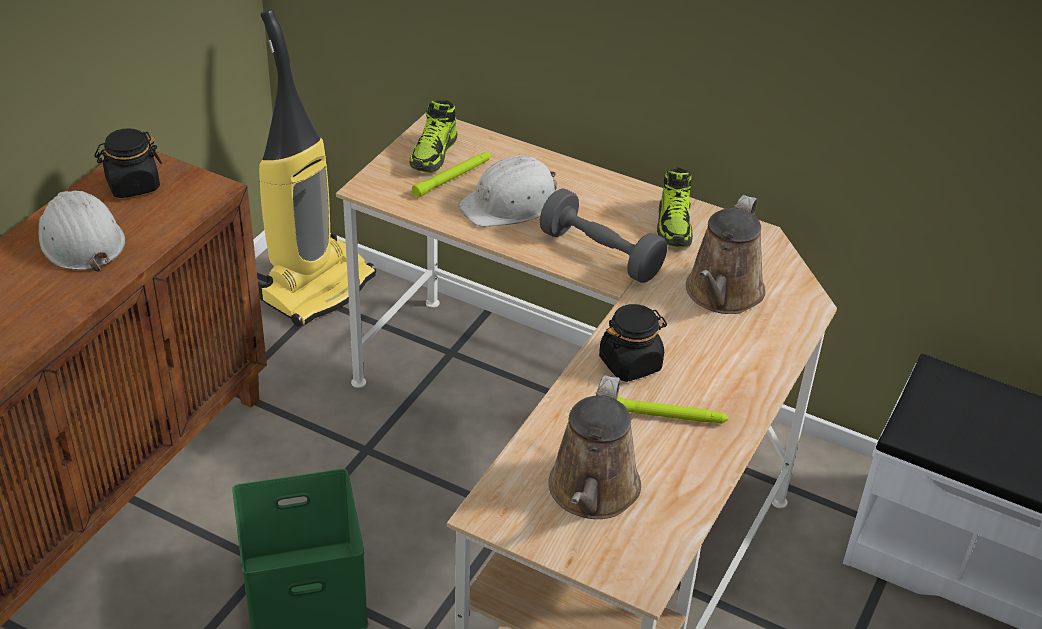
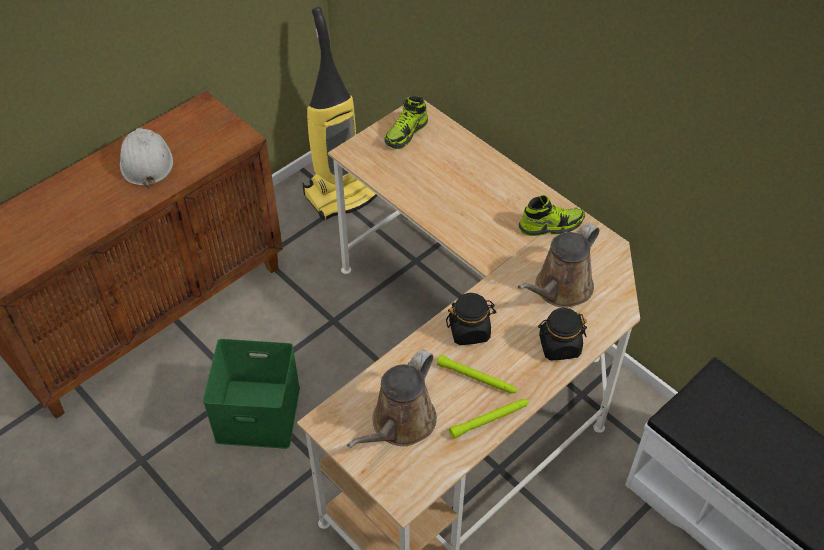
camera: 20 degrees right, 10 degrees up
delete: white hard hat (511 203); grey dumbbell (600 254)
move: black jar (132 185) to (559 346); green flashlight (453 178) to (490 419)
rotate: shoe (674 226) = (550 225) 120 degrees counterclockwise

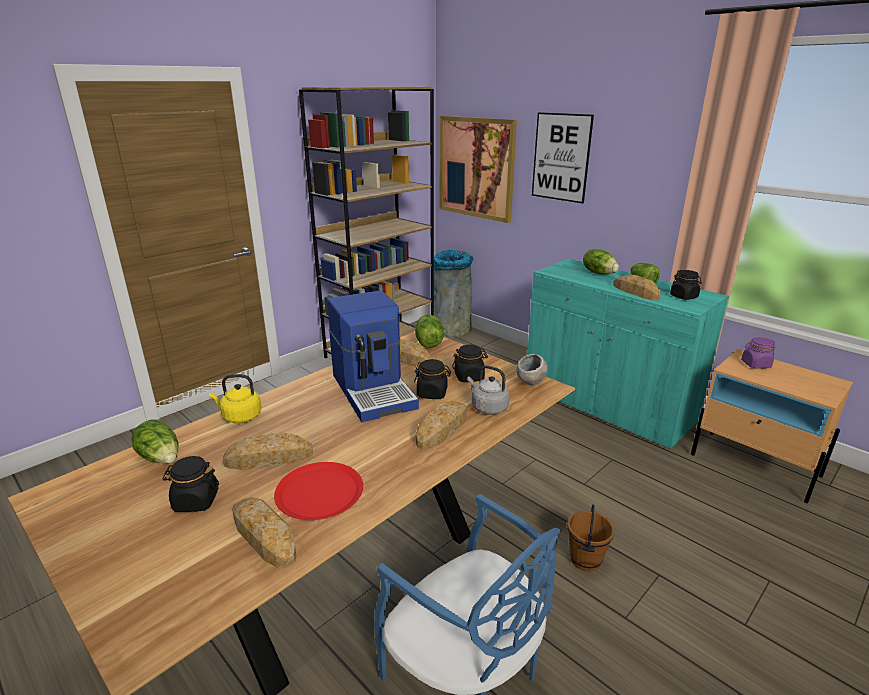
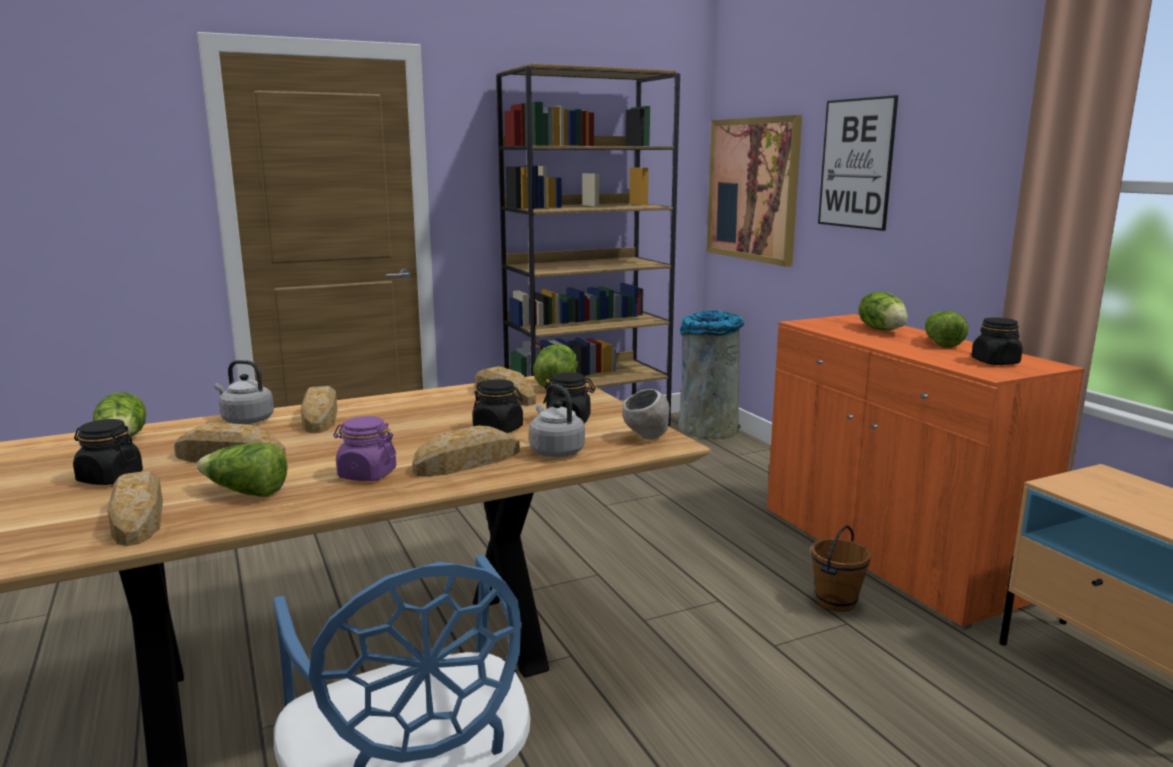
camera: 20 degrees right, 10 degrees down
delete: coffee machine (374 390)
move: bread (635 292) to (320 417); purple jar (755 364) to (367 474); brown bucket (586 560) to (837 602)
replace: red plate (319 492) to lettuce (245 492)
recolor: turquoise cabinet (606 405) to orange cabinet (889 553); yellow kettle (240 417) to grey kettle (245 420)

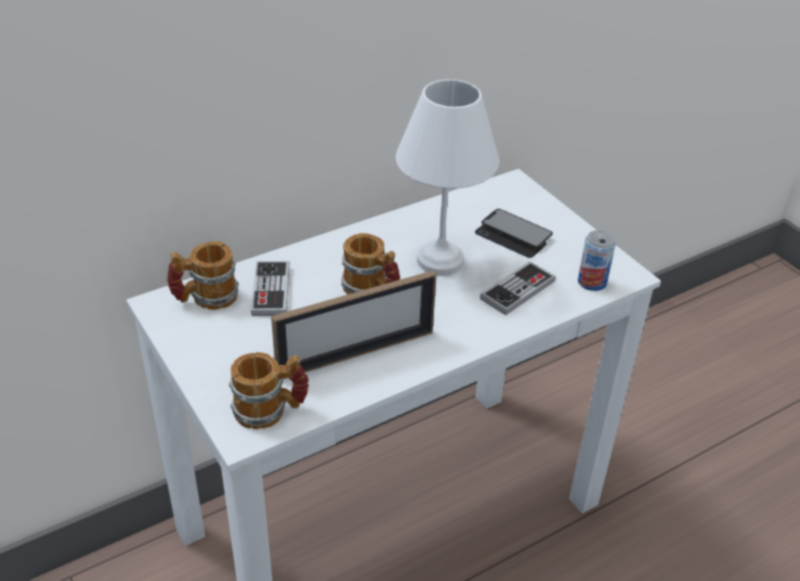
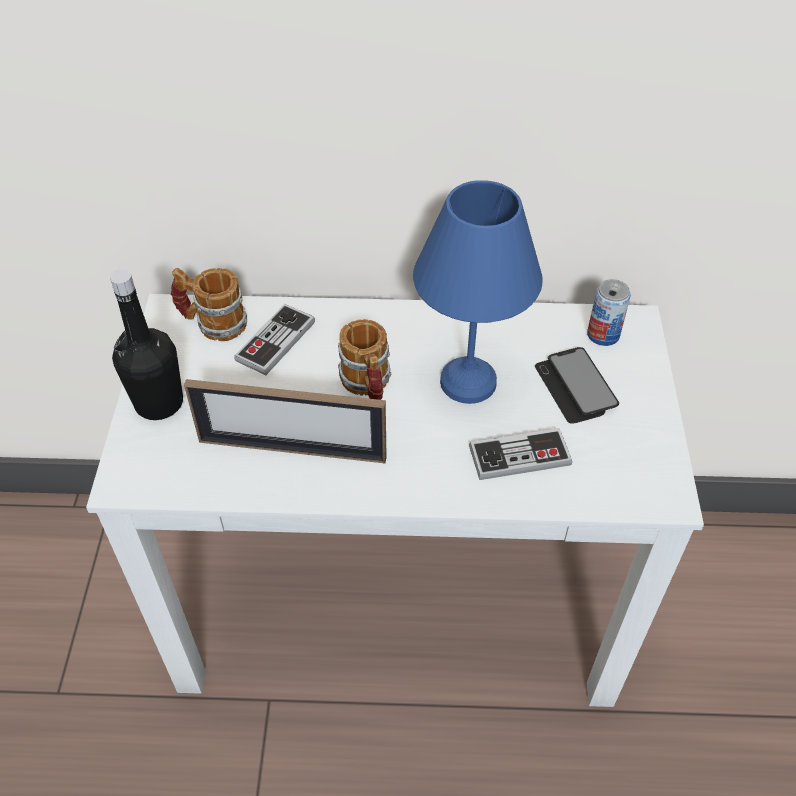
camera: 35 degrees right, 10 degrees up
delete: mug (270 410)
insert: black bottle (159 403)
move: can (592 282) to (603 335)
recolor: white table lamp (440 259) to blue table lamp (470 380)

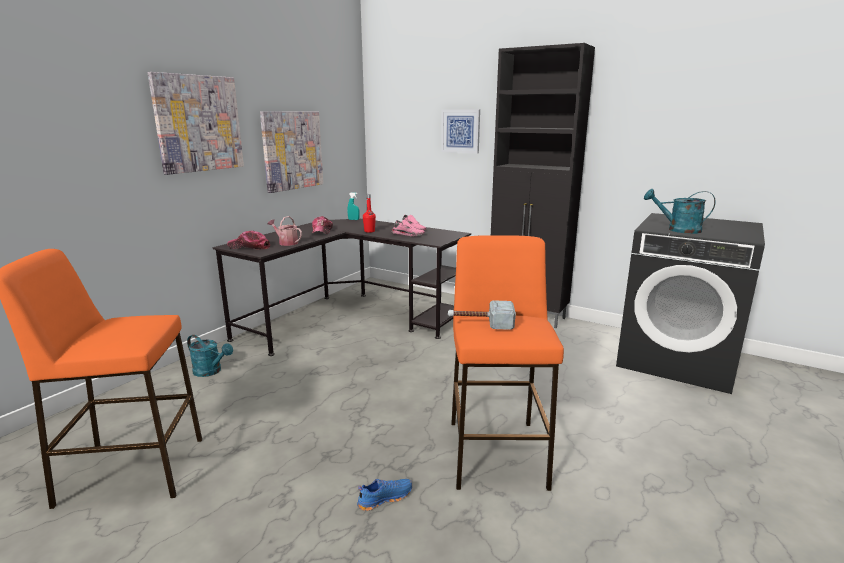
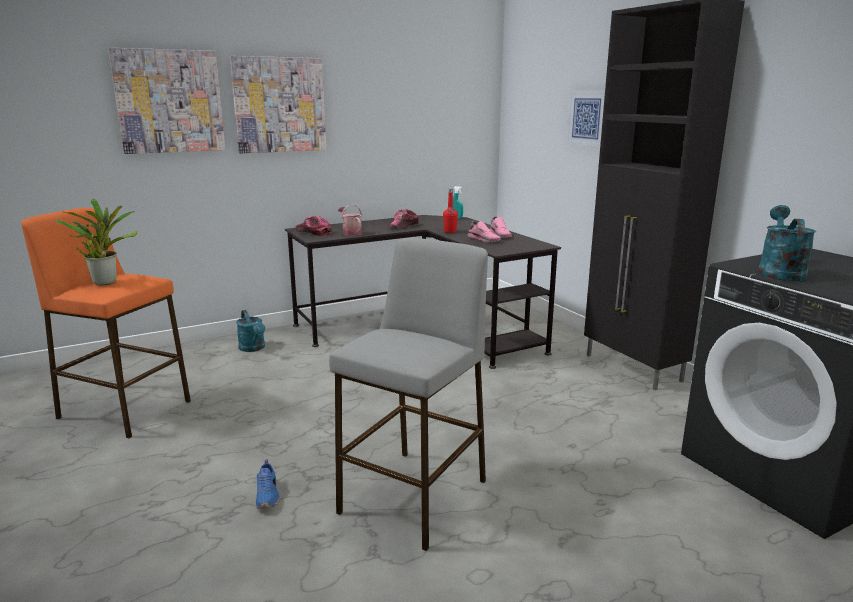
camera: 30 degrees right, 0 degrees up
delete: hammer (481 323)
insert: potted plant (106 282)
move: picture (292 150) to (169 101)
recolor: orange stool (496 453) to grey stool (414 496)
rotate: turquoise watering can (678 230) = (779 272) 60 degrees clockwise; blue shoe (384 498) = (268 496) 75 degrees clockwise

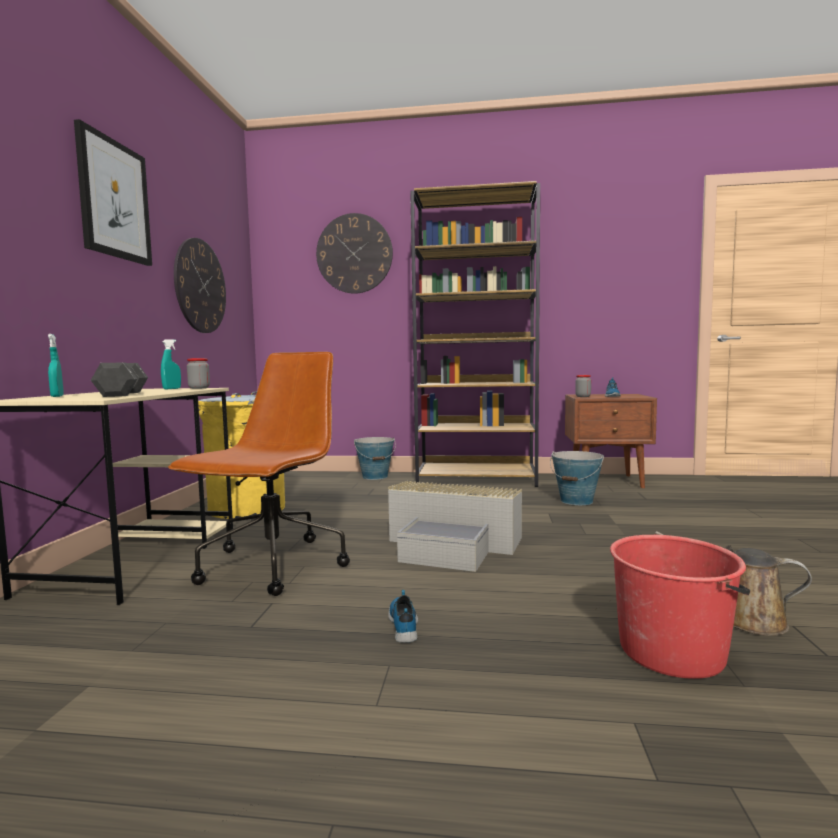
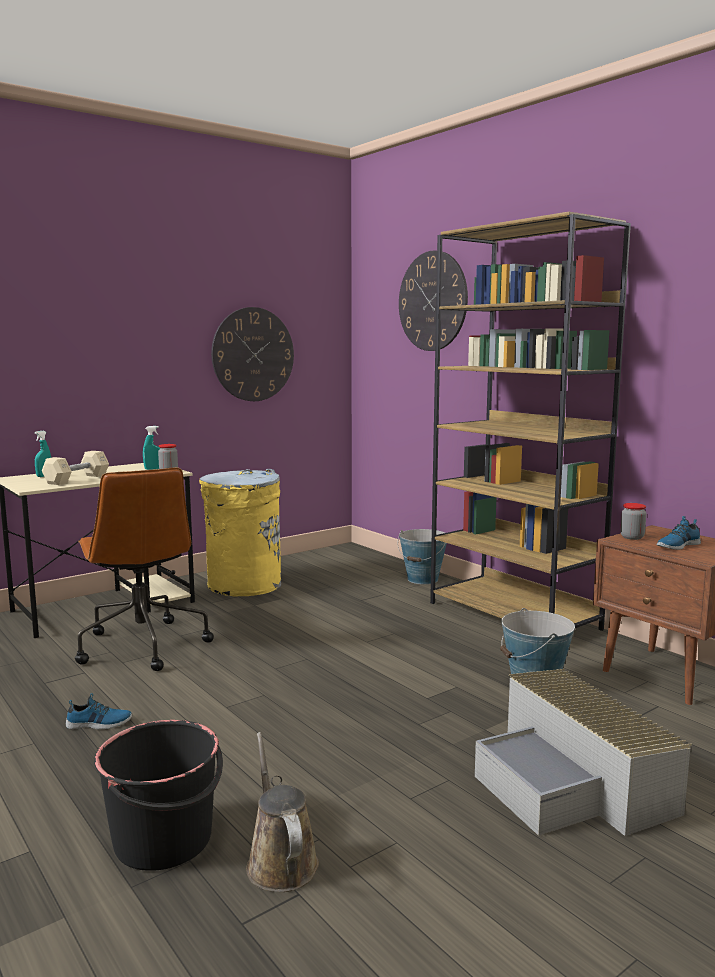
camera: 45 degrees right, 5 degrees up
delete: picture (114 199)
move: grey storage box (454 544) to (573 782)
recolor: black dumbbell (122 394) to beige dumbbell (77 479); red bucket (672 651) to black bucket (164 840)
rotate: brown office chair (272 567) = (142 645) 90 degrees clockwise; shoe (404 624) = (99 724) 45 degrees clockwise

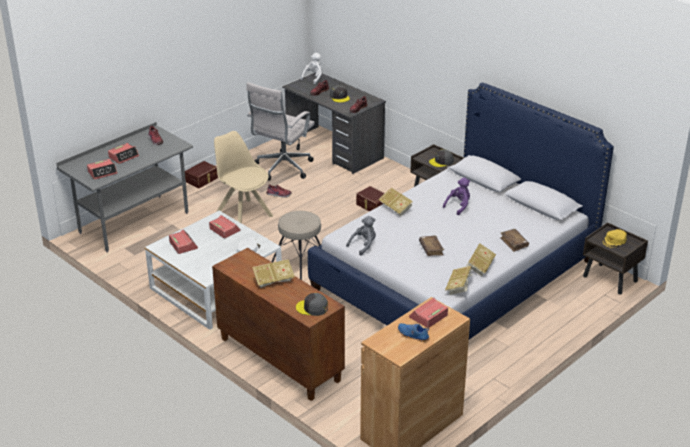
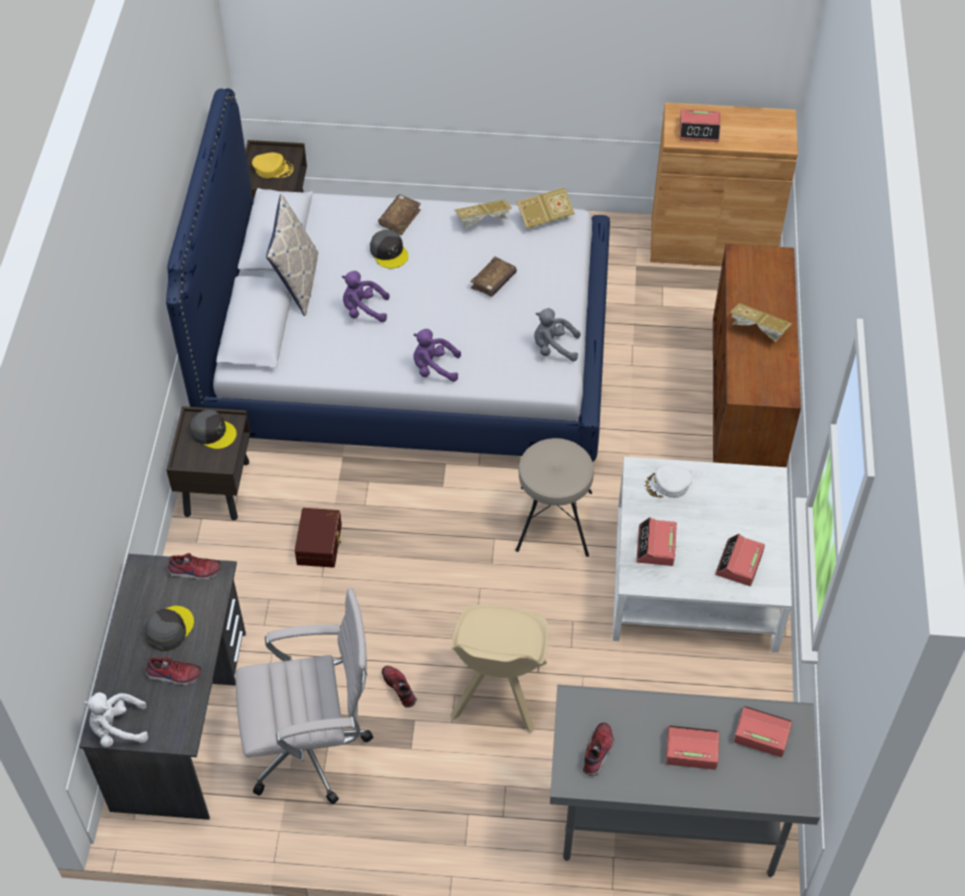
camera: 130 degrees left, 20 degrees up
delete: brown storage box (202 180); blue shoe (413 336)
insert: pillow (297 283)
move: grey cap (312 308) to (389 252)
replace: book (396 208) to purple plush toy (434 368)

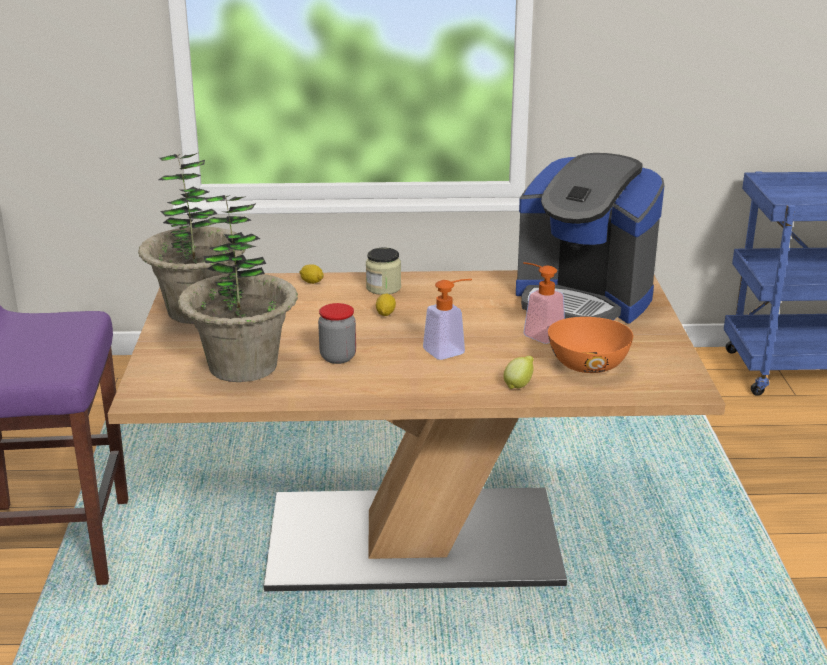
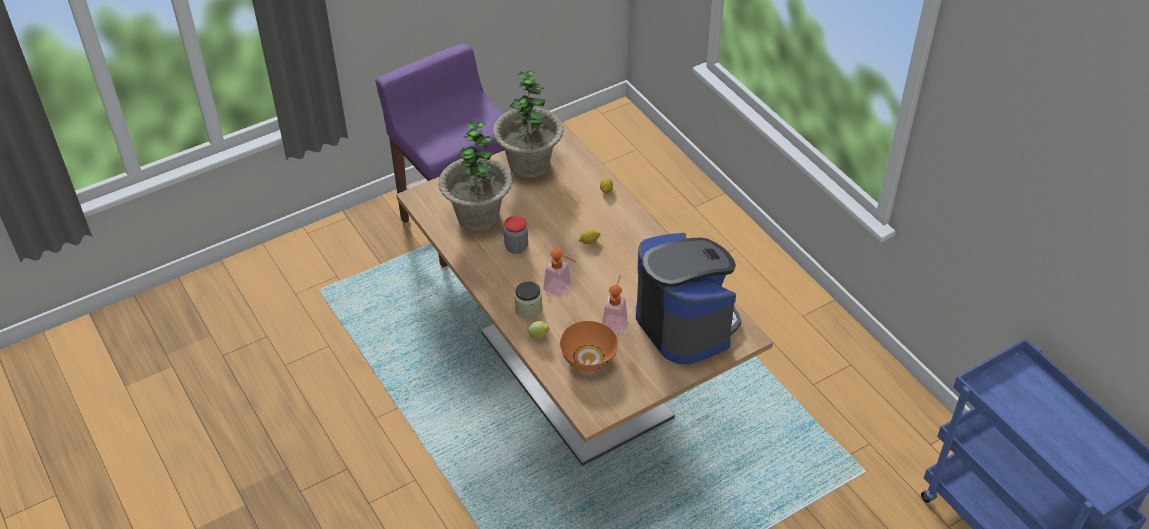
camera: 60 degrees right, 20 degrees up
move: jar (383 288) to (528 309)
rotate: coffee machine (583 300) = (685 324) 150 degrees clockwise

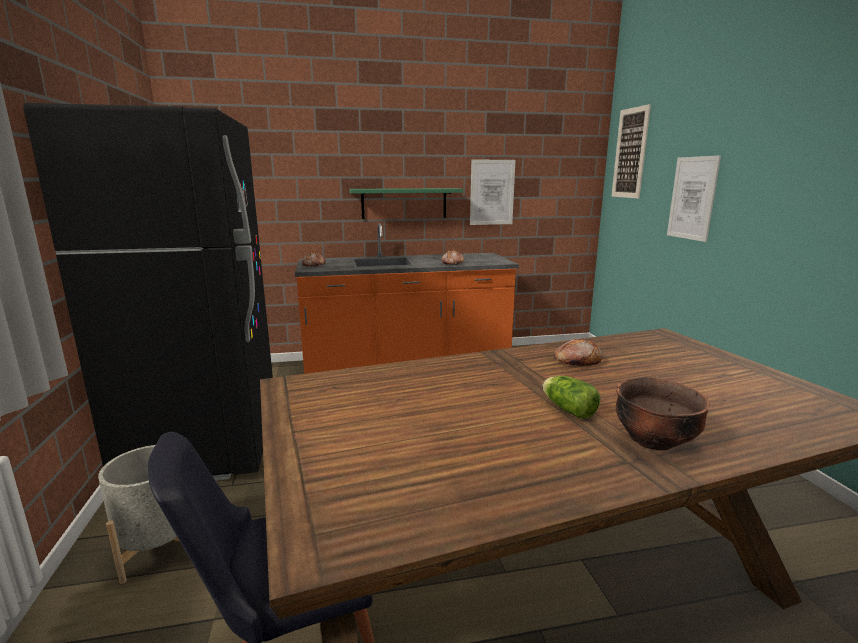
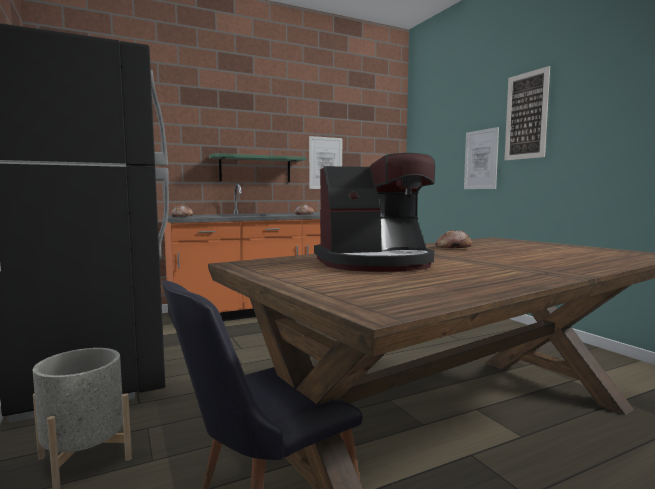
camera: 15 degrees left, 10 degrees down
delete: lettuce (567 409); brown bowl (653 439)
insert: coffee machine (375 263)
move: picture (630 153) to (526 116)

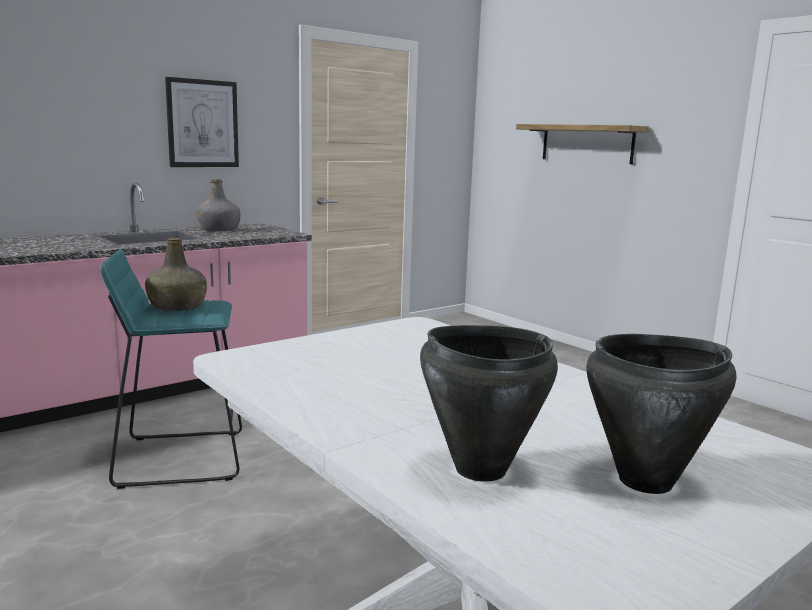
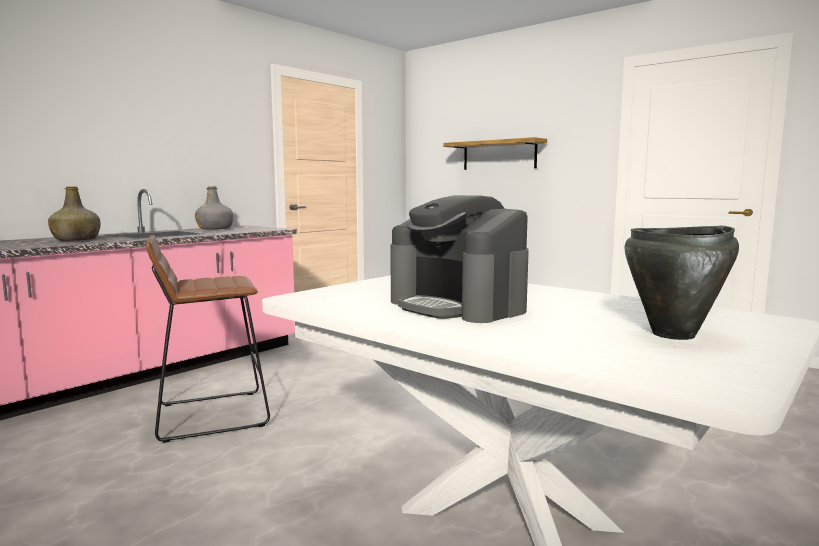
camera: 10 degrees left, 5 degrees down
delete: picture (202 123); black cooking pot (479 469)
insert: coffee machine (458 306)
move: green bottle (178 307) to (77 240)
recolor: turquoise stool (180 458) to brown stool (211 415)

